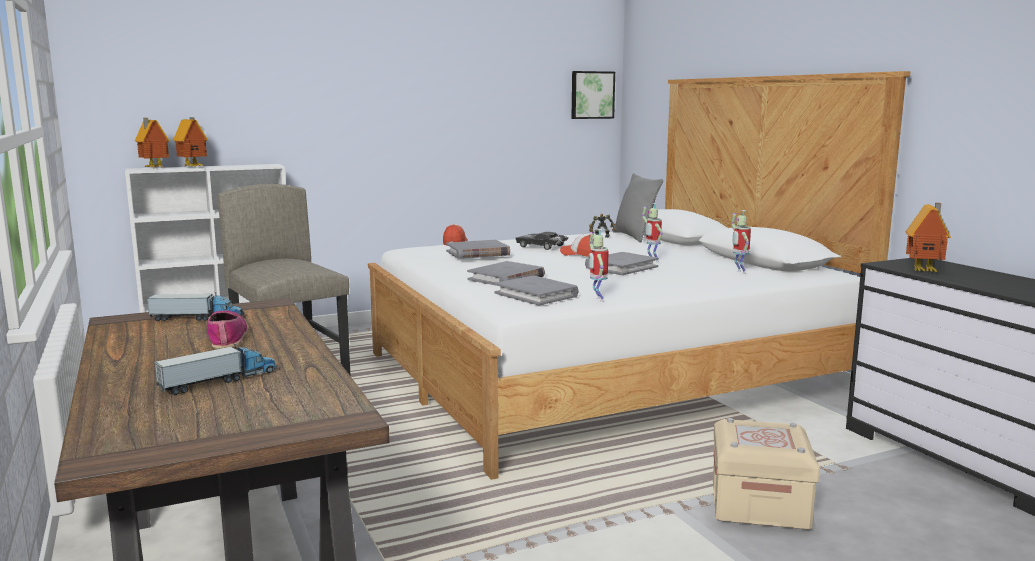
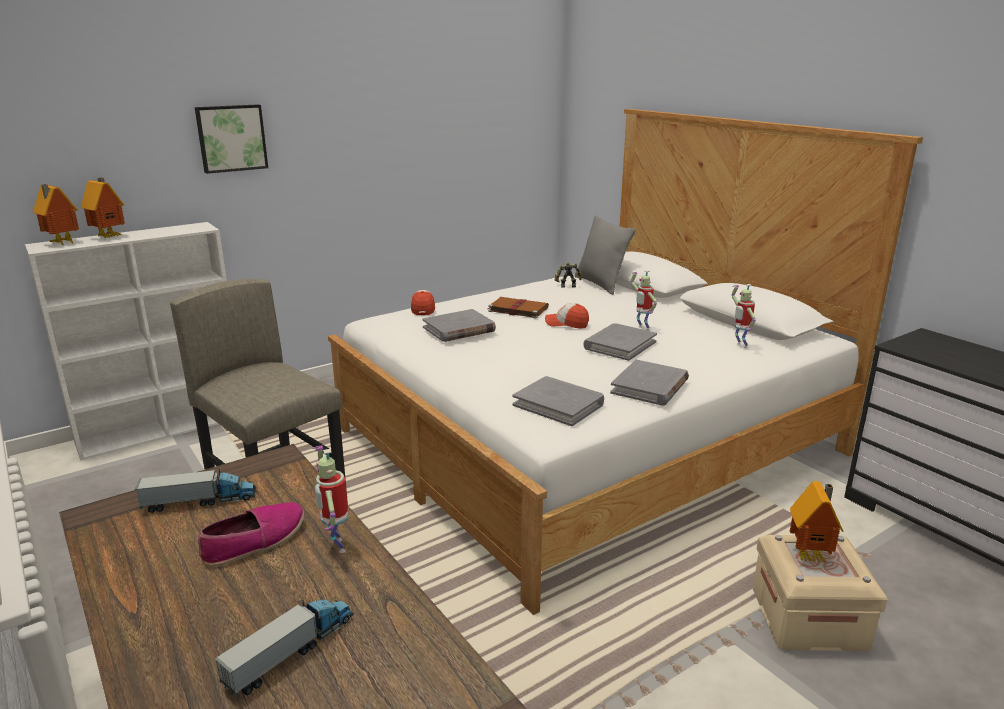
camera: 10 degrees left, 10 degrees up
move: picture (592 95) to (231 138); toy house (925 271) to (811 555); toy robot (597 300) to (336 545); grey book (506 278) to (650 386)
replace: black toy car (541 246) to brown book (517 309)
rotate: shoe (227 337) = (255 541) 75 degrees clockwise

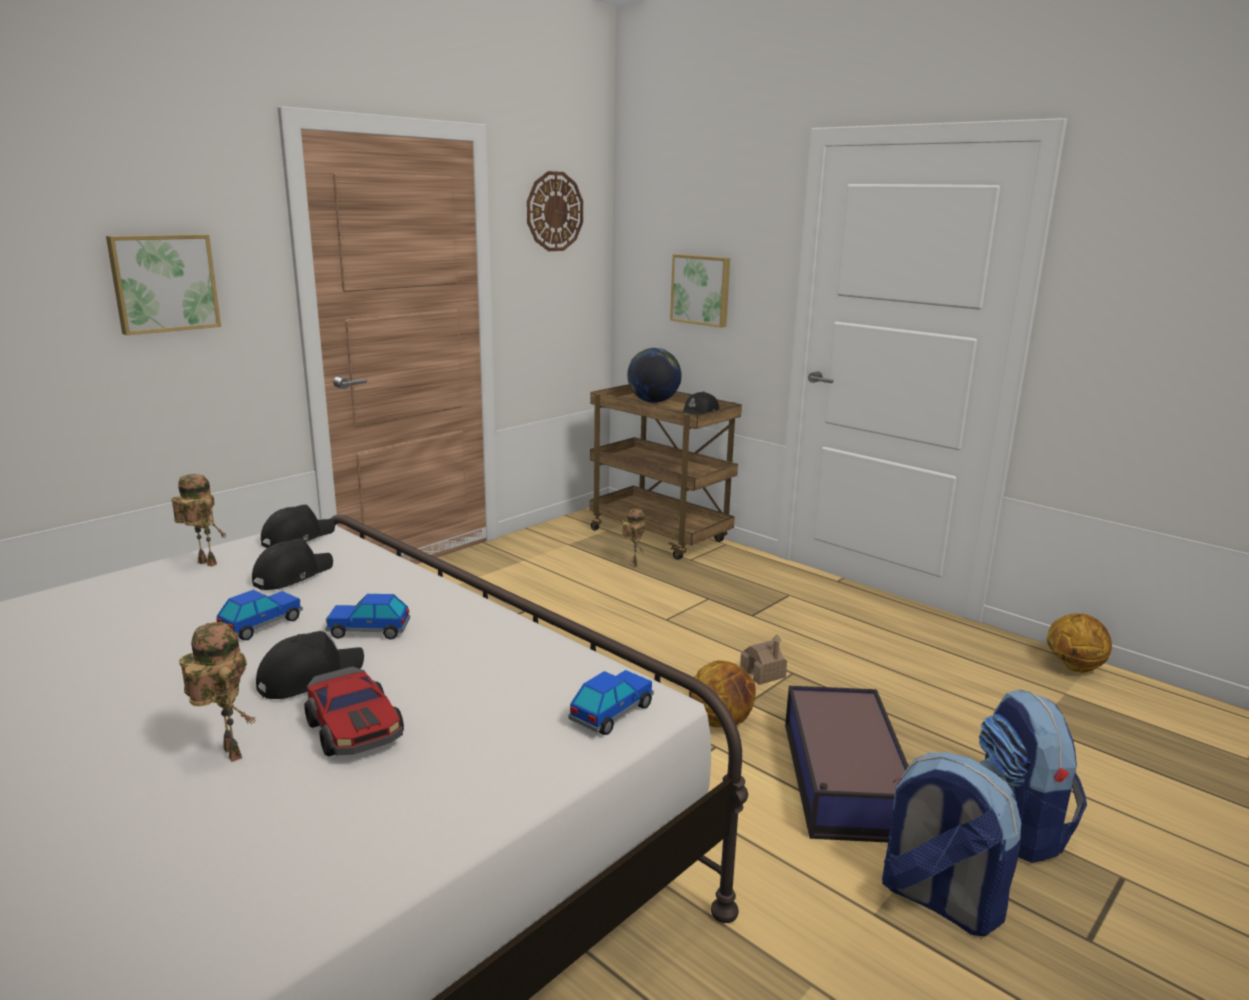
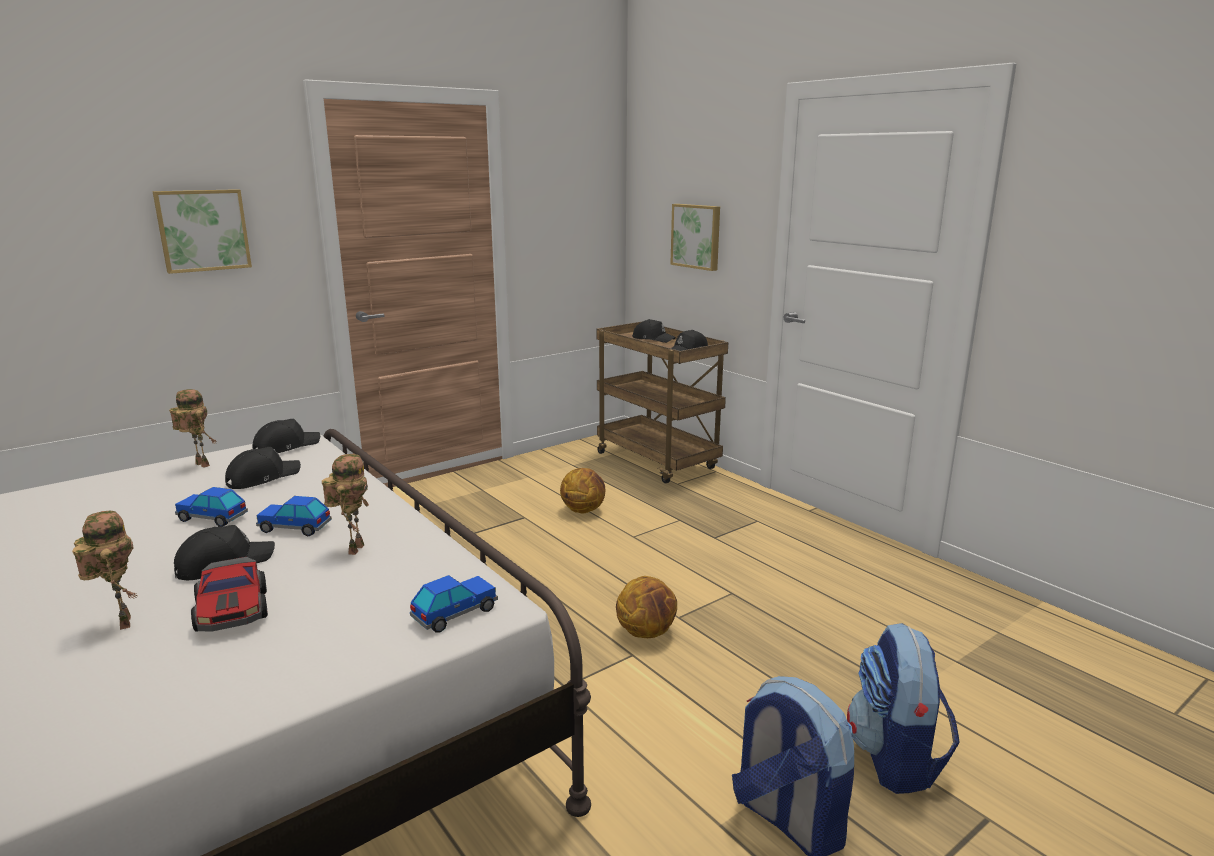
camera: 10 degrees right, 0 degrees up
delete: wall clock (554 211); toy house (762 673); storage box (842 780)
move: toy robot (633 564) to (354 548); basketball (1073 667) to (583 510)
replace: globe (653 402) to black cap (653 339)
rotate: toy car (261 625) = (212 518) 120 degrees counterclockwise

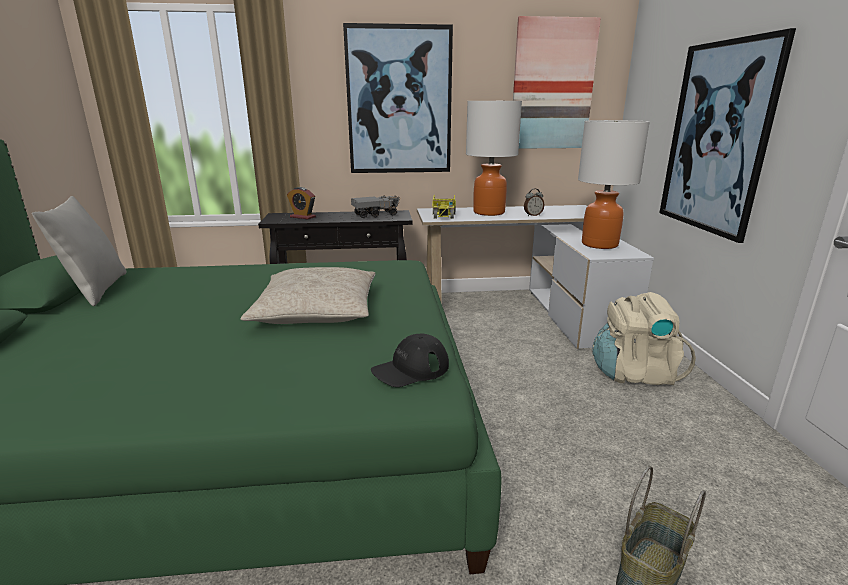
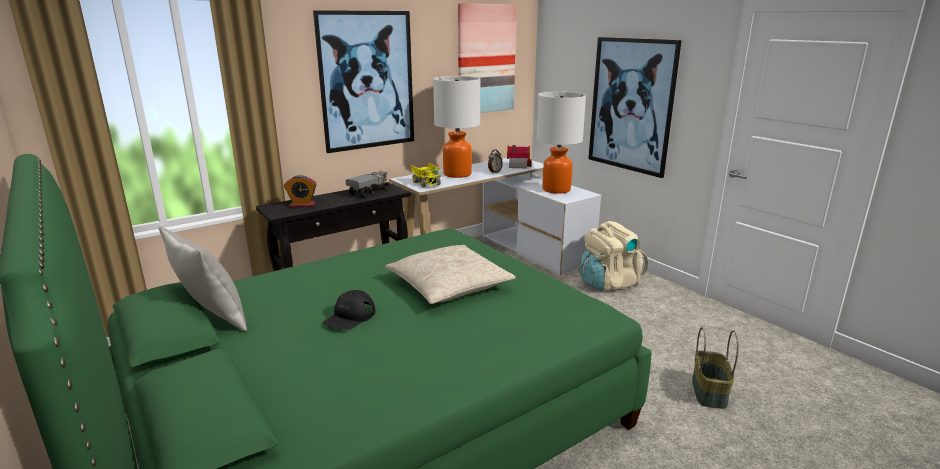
camera: 30 degrees left, 0 degrees up
insert: toy house (517 165)
move: black cap (410 369) to (350 317)

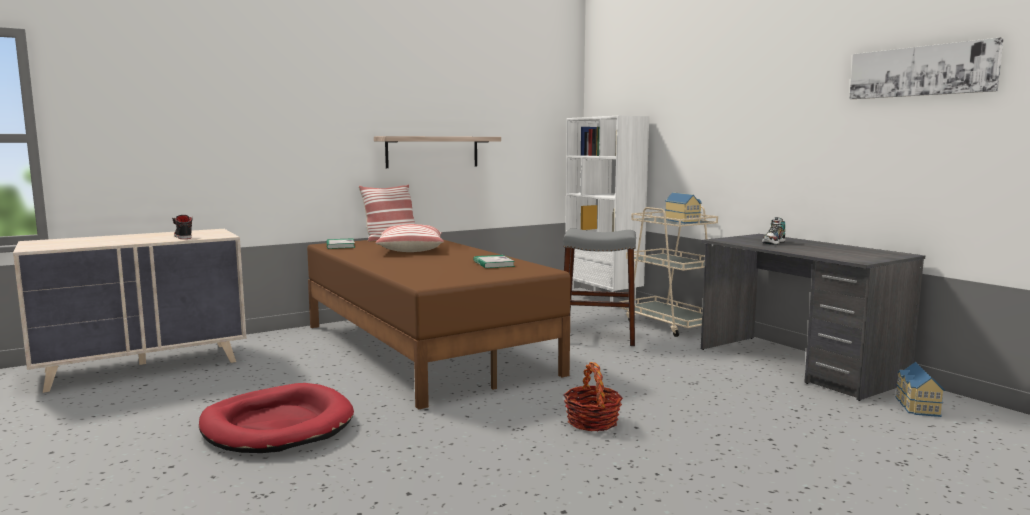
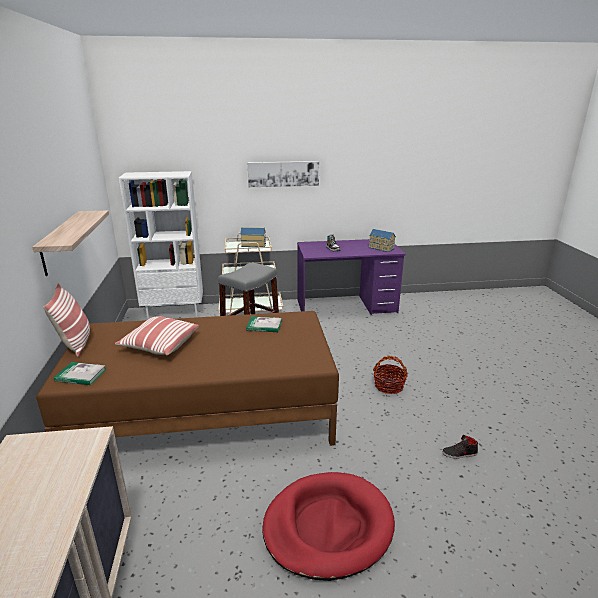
camera: 65 degrees left, 15 degrees up
move: picture (921 71) to (283 173); black shoe (183 237) to (459 454); toy house (916 406) to (381 248)
recolor: grey desk (797 365) to purple desk (346 307)

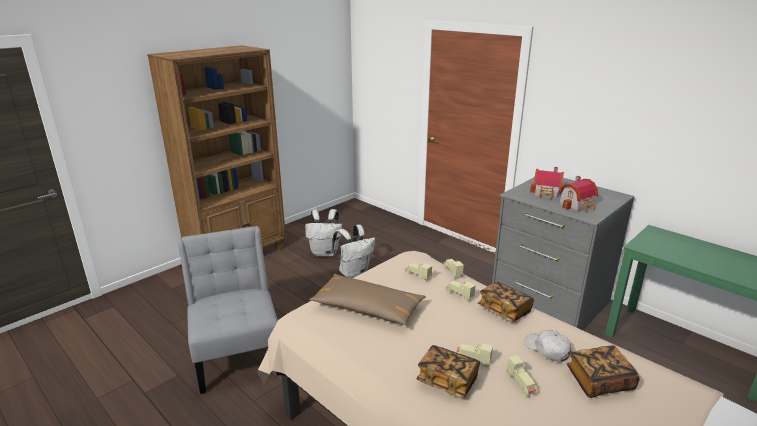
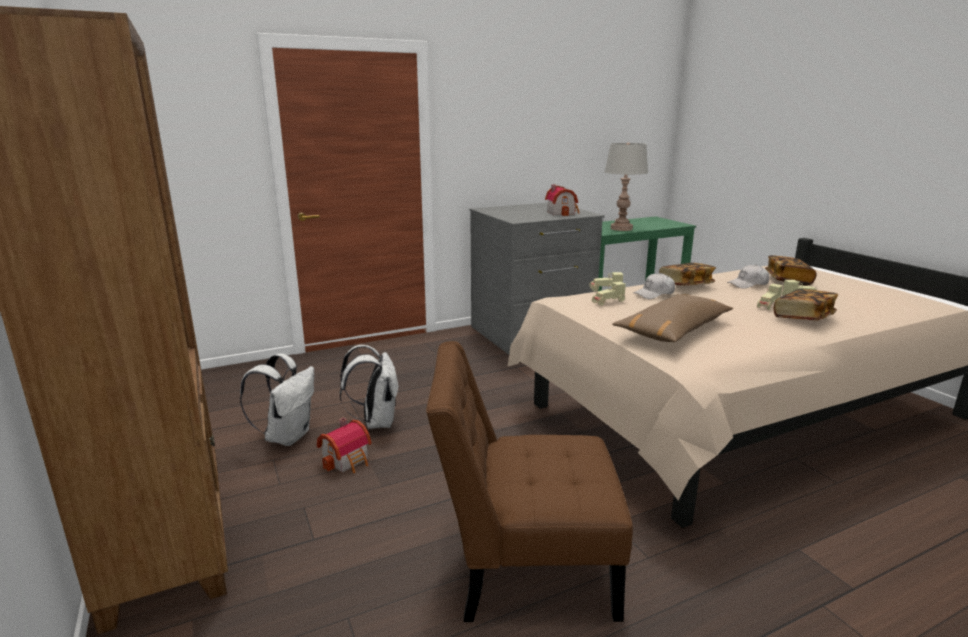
camera: 70 degrees left, 5 degrees down
insert: grey table lamp (621 228)
move: toy house (547 194) to (348 460)
replace: beige toy car (459 295) to white cap (654 294)
recolor: grey chair (238 353) to brown chair (524 566)

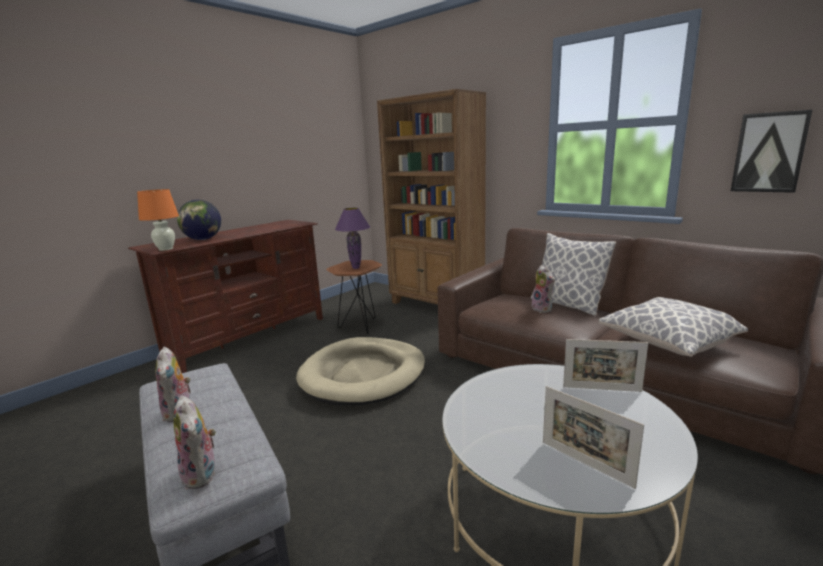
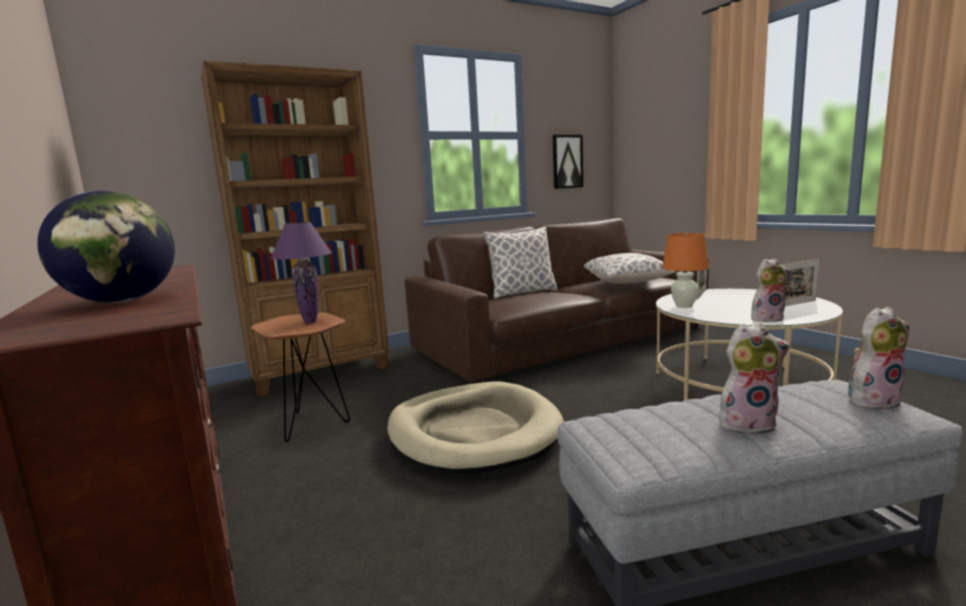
camera: 70 degrees left, 5 degrees down
move: orange table lamp (166 249) to (684 306); plush toy (543 309) to (767 318)

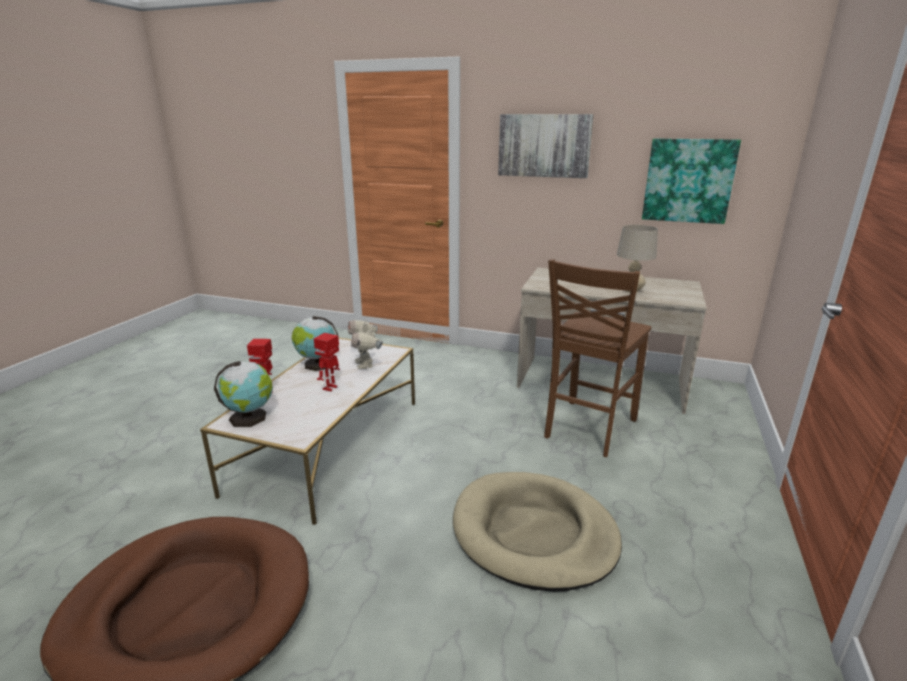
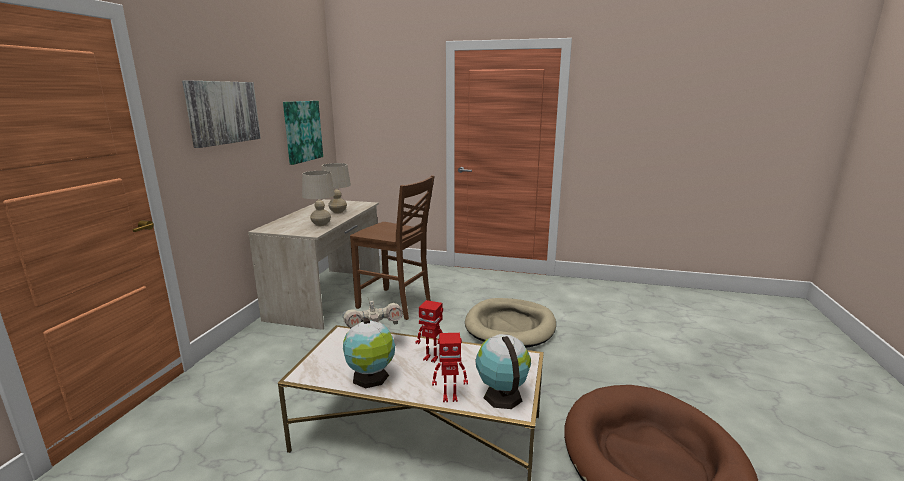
camera: 95 degrees left, 5 degrees down
insert: beige table lamp (321 224)

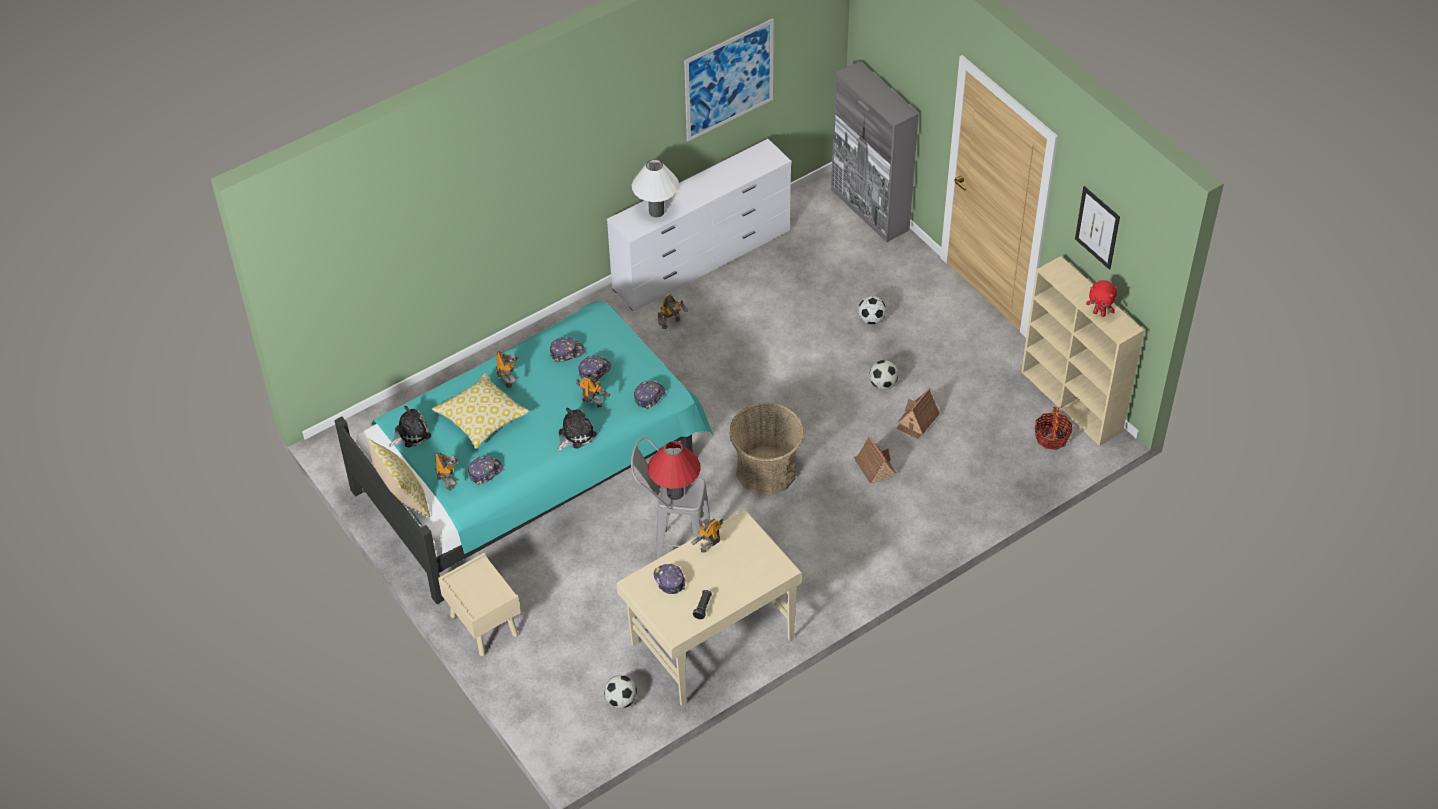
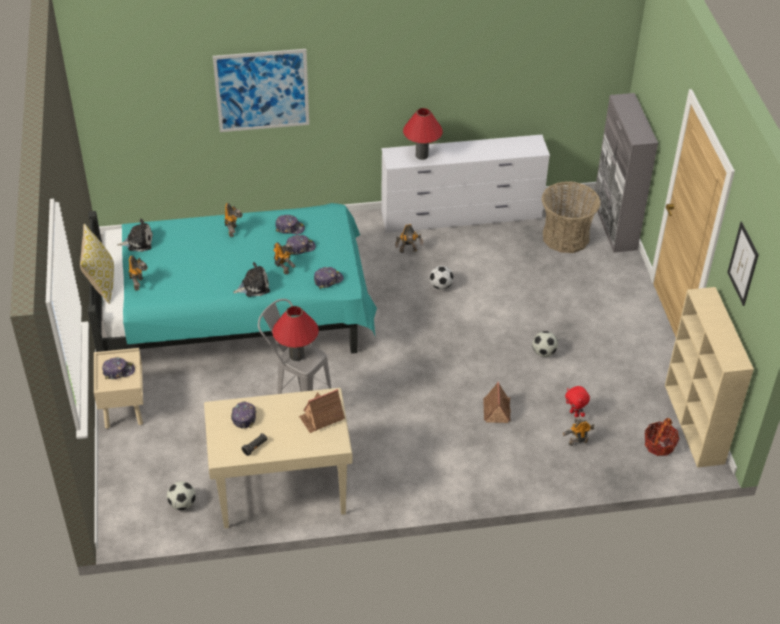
camera: 25 degrees right, 5 degrees down
delete: pillow (481 418)
move: picture (729 80) to (262 90); red plush toy (1099 313) to (574 414); football (871 319) to (440 286); toy house (917 421) to (322 417); basket (766 471) to (565 237); cap (485 472) to (118 371); toy robot (709 544) to (577 441)
recolor: white table lamp (656 212) to red table lamp (421 155)

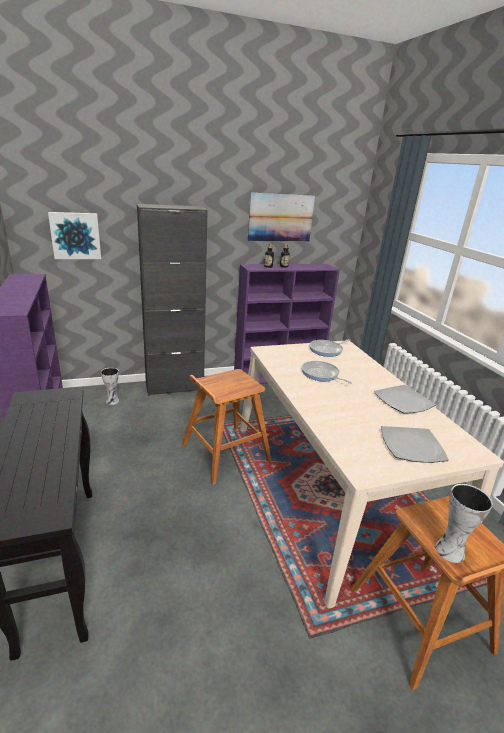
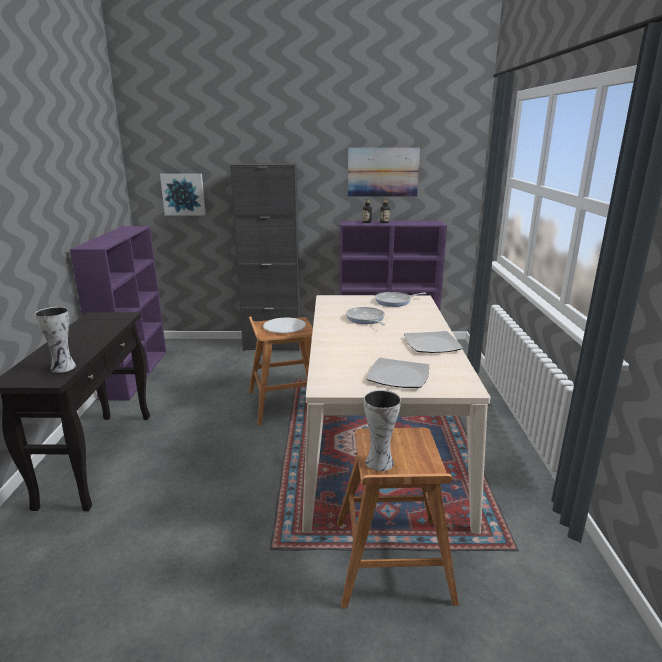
camera: 20 degrees right, 5 degrees down
insert: white plate (284 327)
move: vase (113 401) to (64 367)

